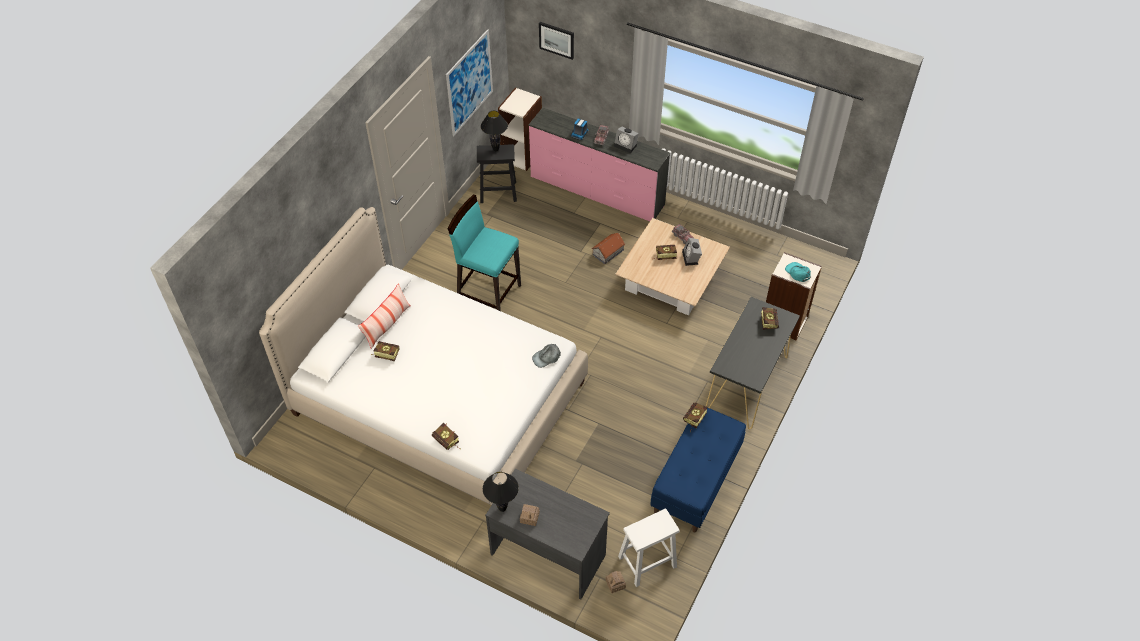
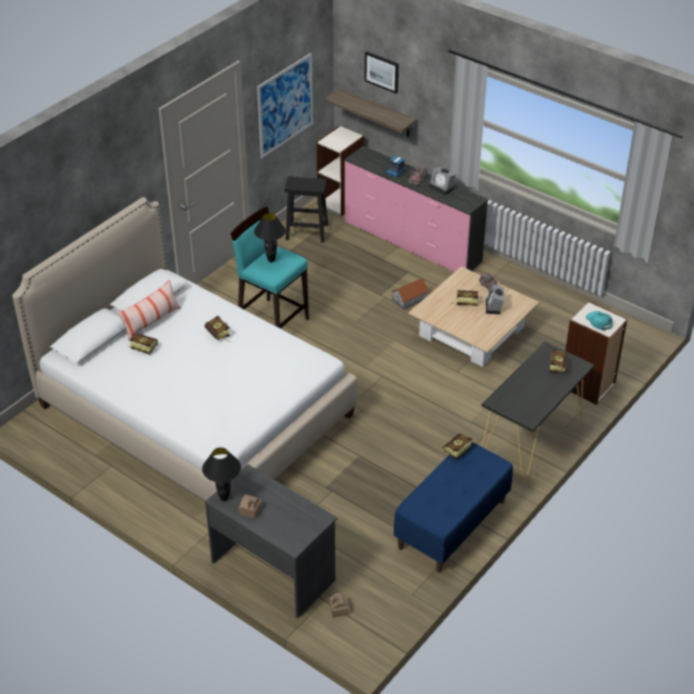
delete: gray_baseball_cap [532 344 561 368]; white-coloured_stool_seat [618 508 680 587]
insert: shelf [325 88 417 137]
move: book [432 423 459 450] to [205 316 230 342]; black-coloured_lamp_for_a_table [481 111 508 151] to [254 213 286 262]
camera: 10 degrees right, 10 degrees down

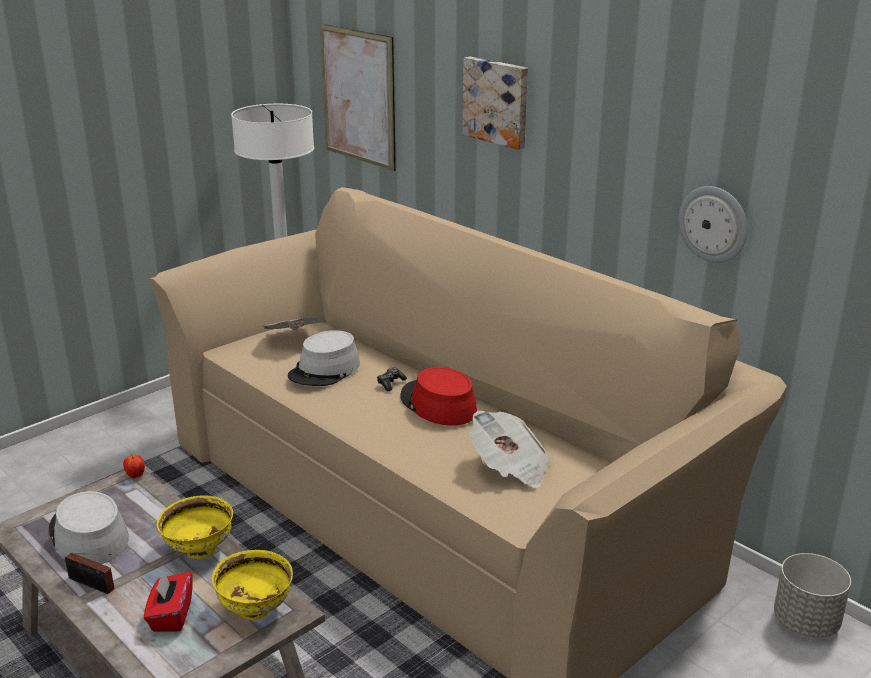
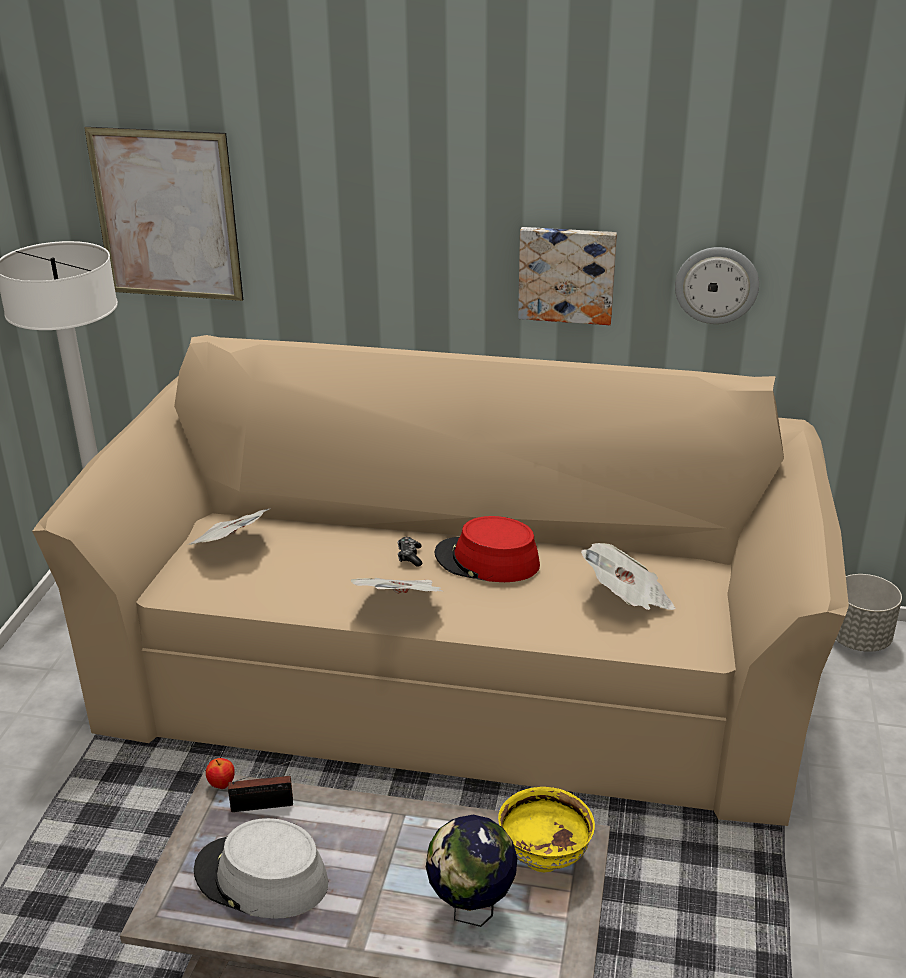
delete: yellowish_serving_bowl [157 495 233 559]; gray_clothing_hat [288 330 360 386]
insert: printed_paper [351 578 444 594]
move: radio_receiver [65 553 114 594] to [228 759 296 812]; picture [462 57 528 150] to [518 227 617 325]
replace: red_tissue_holder [144 571 192 632] to desk_globe [426 815 517 927]
camera: 35 degrees left, 5 degrees up

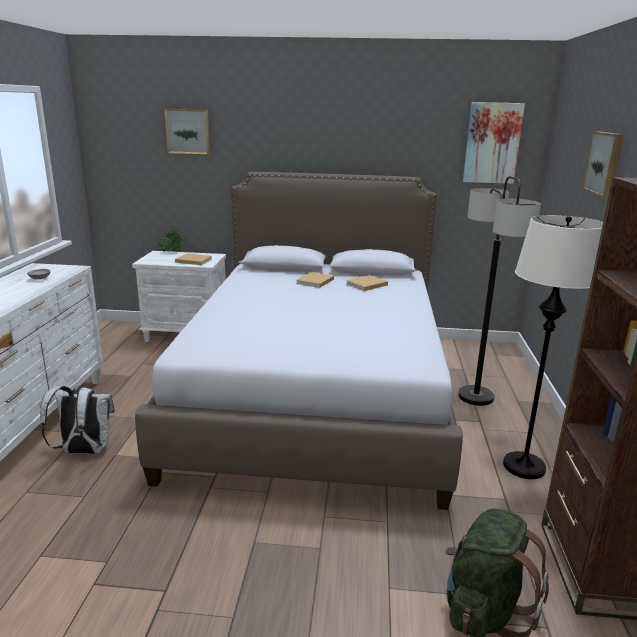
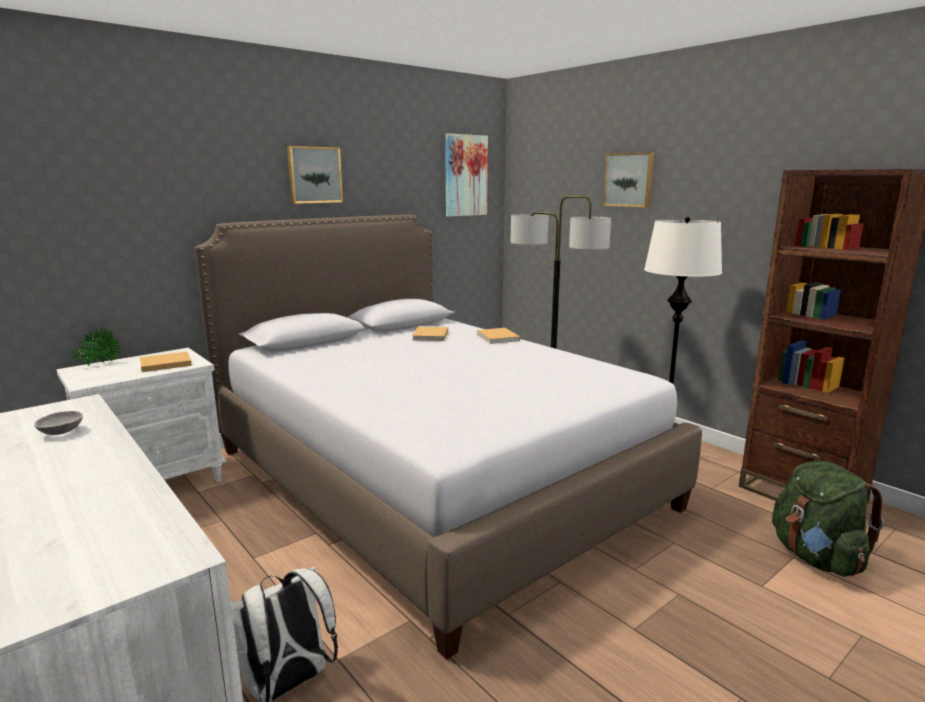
move: picture [165 109 210 154] to [287 146 343 204]; sand-coloured_book [296 272 334 288] to [476 328 520 344]
camera: 45 degrees left, 5 degrees down

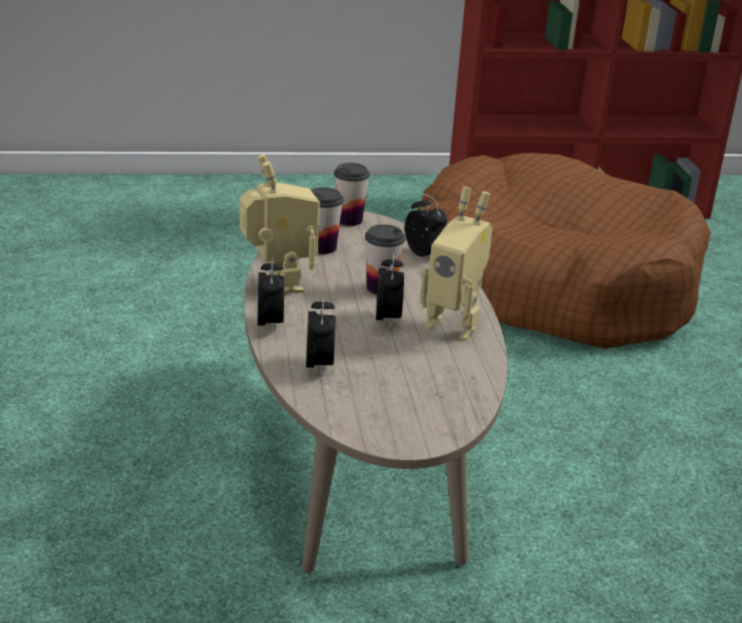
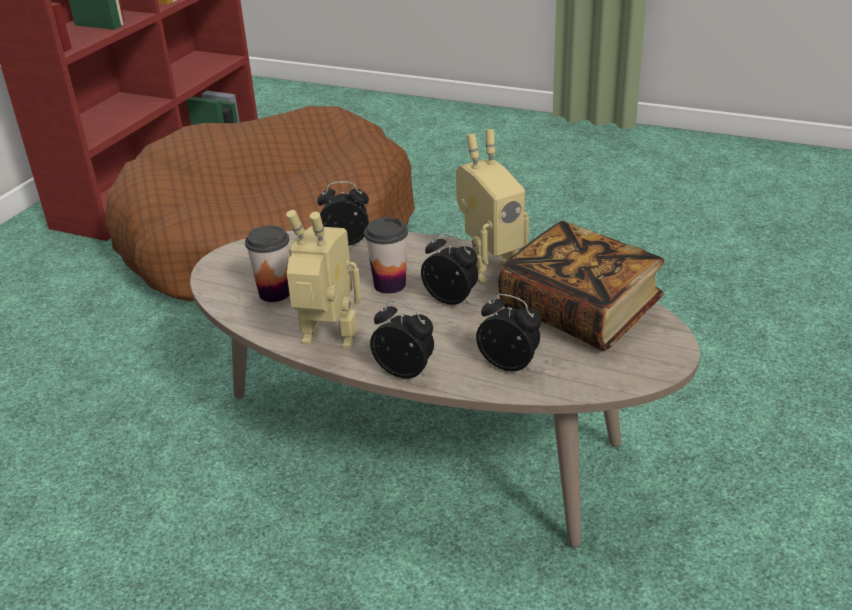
delete: small_cup [334 163 370 226]
insert: book [498 221 664 351]
camera: 55 degrees left, 5 degrees up

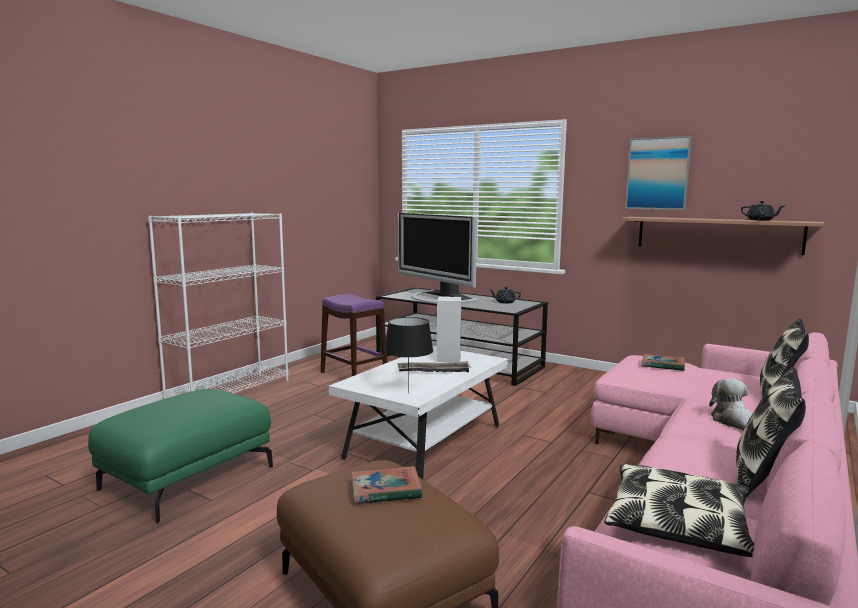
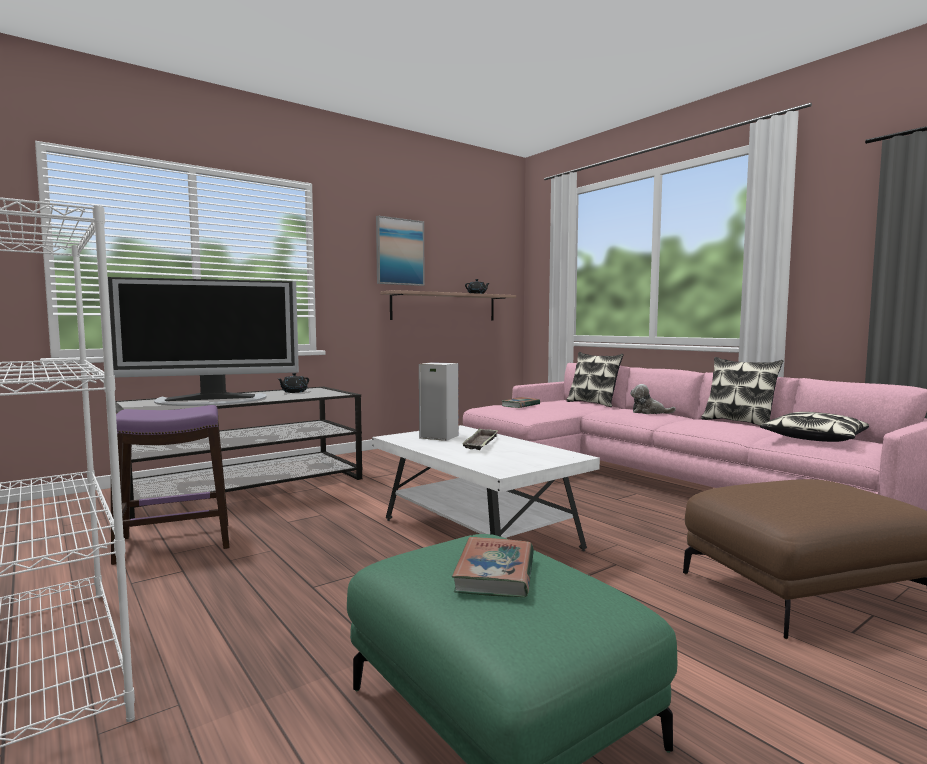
delete: black-coloured_lamp_for_a_table [384 317 433 393]
move: book [352 466 422 504] to [452 537 534 597]
camera: 70 degrees left, 5 degrees down

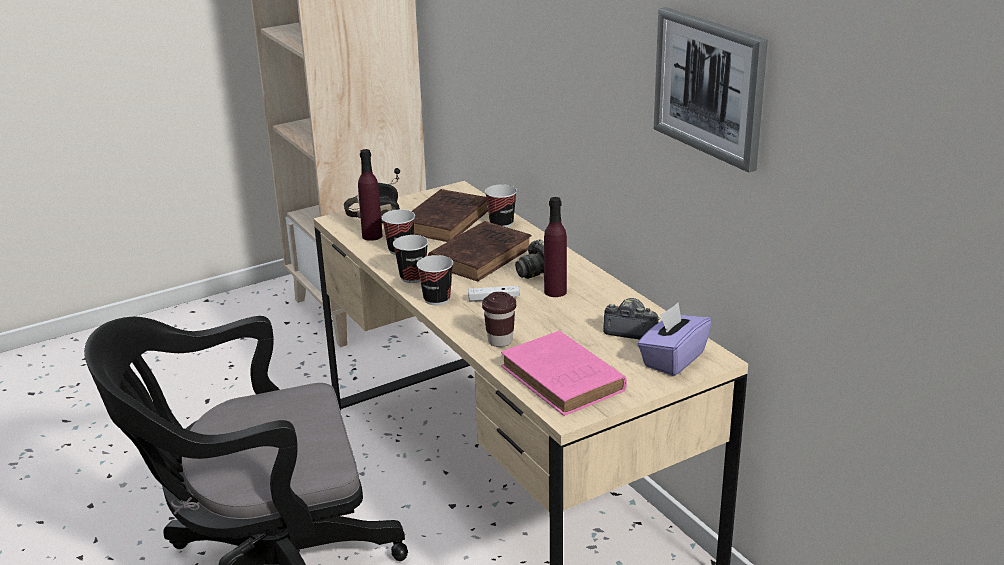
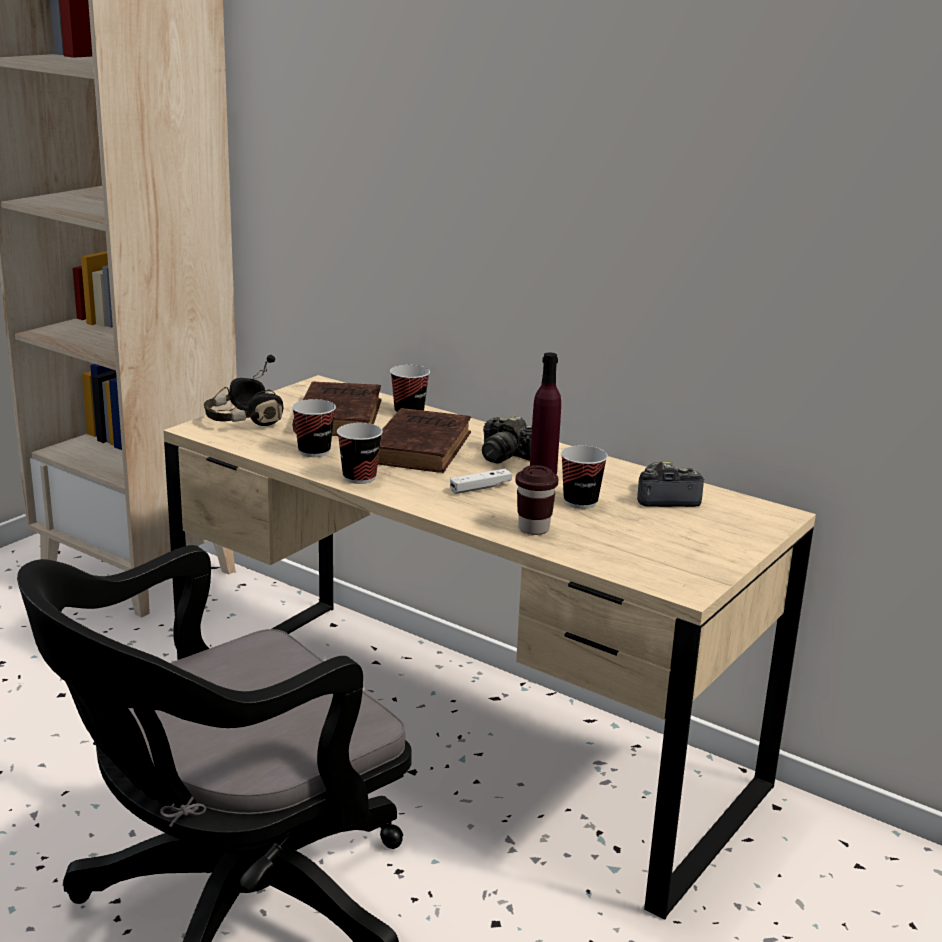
delete: purple_bottle [358 149 383 241]; pinkish_book [501 331 627 416]; purple_tissue_holder [637 303 712 376]; picture [654 7 768 173]
move: small_cup [417 255 453 305] to [561 446 608 509]
camera: 25 degrees left, 5 degrees down

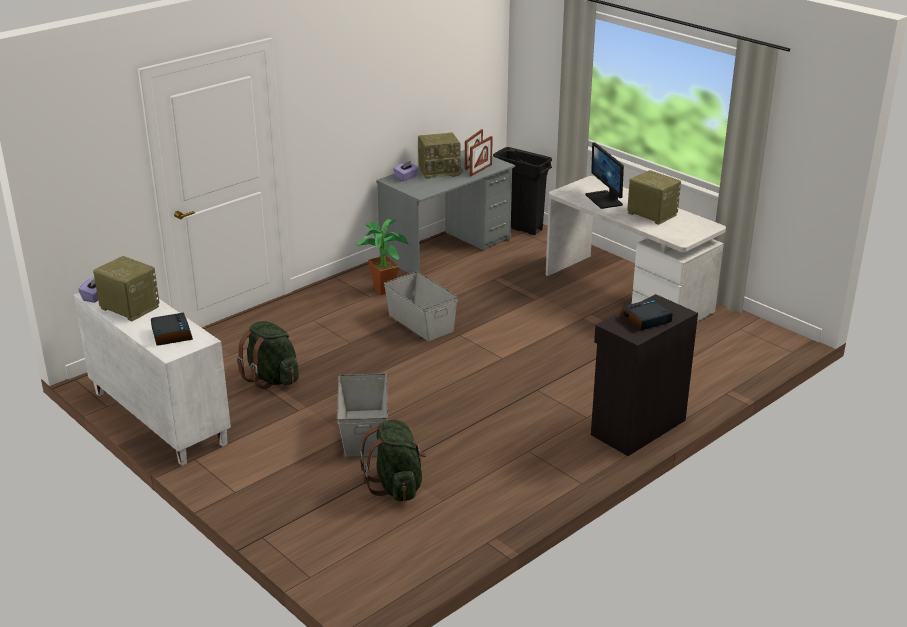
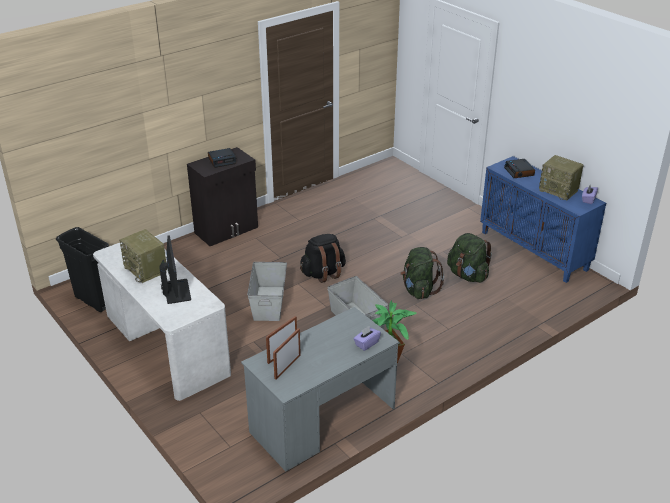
delete: radio_receiver [418 132 463 179]
insert: black-coloured_backpack [300 234 346 283]
move: black-coloured_trash_can [493 147 552 235] to [56 227 109 312]; gray_storage_box [337 373 388 457] to [247 262 287 321]; greenish_backpack [360 420 427 501] to [400 247 444 299]
recolor: white-coloured_cupboard [74 293 231 466] to blue_cupboard [480 156 606 283]
camera: 175 degrees left, 5 degrees up

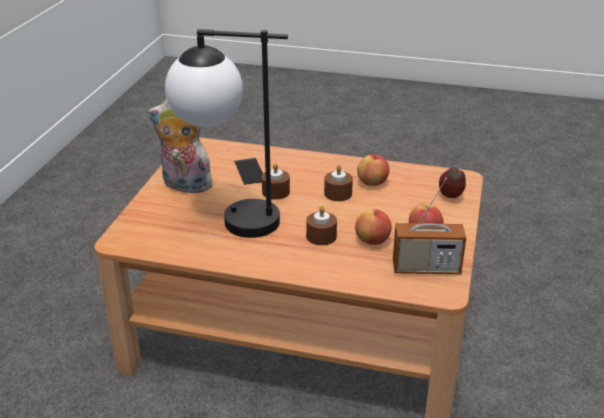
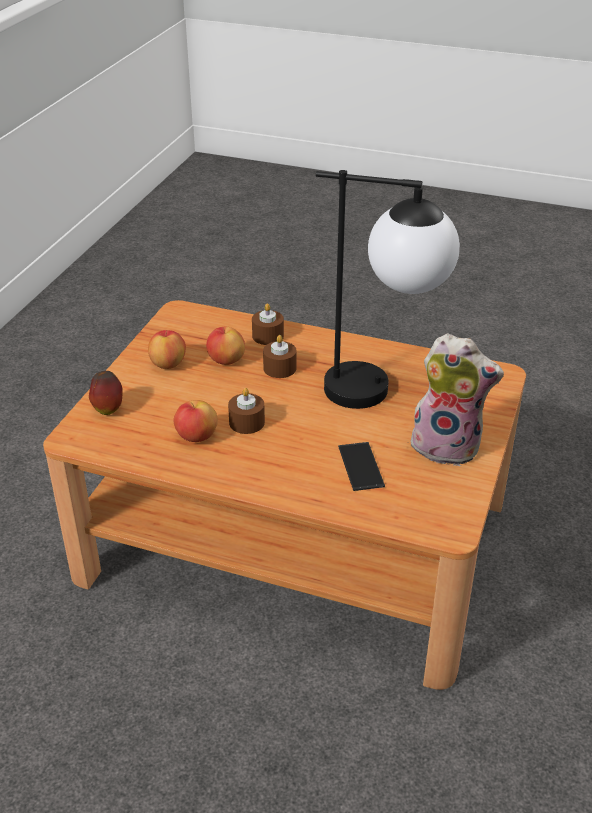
delete: radio_receiver [393 177 466 274]
move: brown-coloured_wax_candle [262 163 290 200] to [252 303 284 345]
camera: 175 degrees left, 5 degrees up

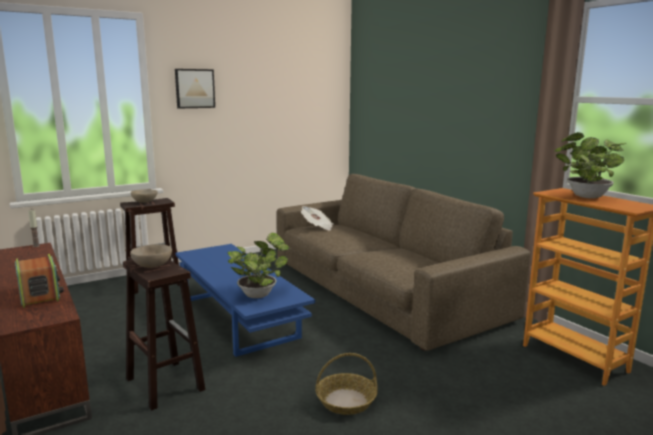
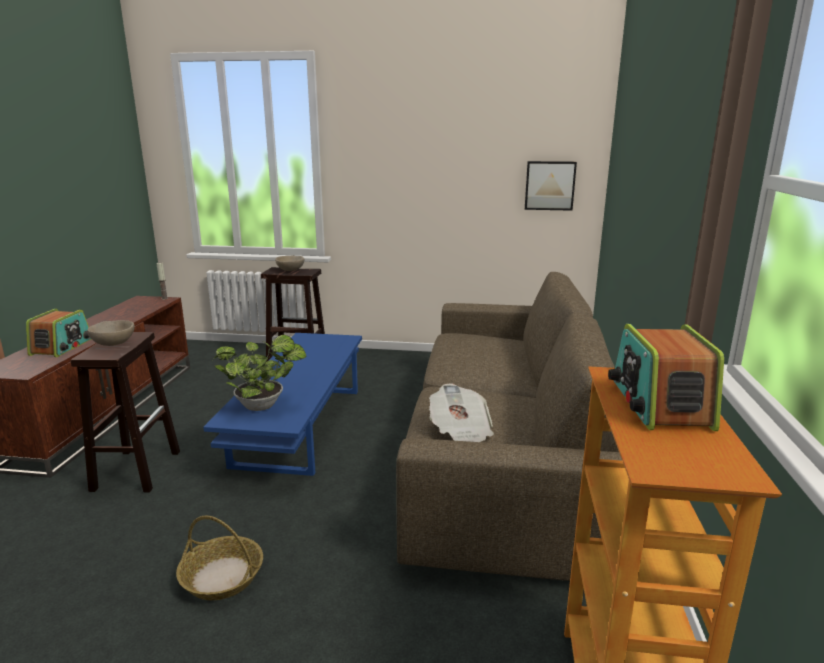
move: printed_paper [301 206 334 231] to [429 383 494 442]; picture [175 69 215 108] to [525 161 577 211]
replace: plant_in_a_pot [554 132 627 198] to radio_receiver [608 324 724 431]
camera: 40 degrees right, 5 degrees up

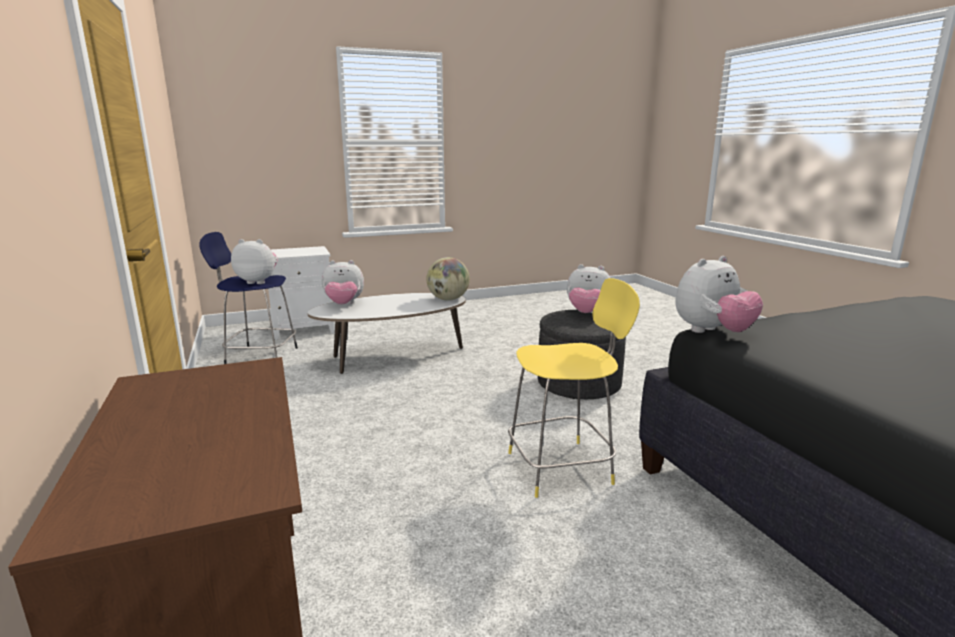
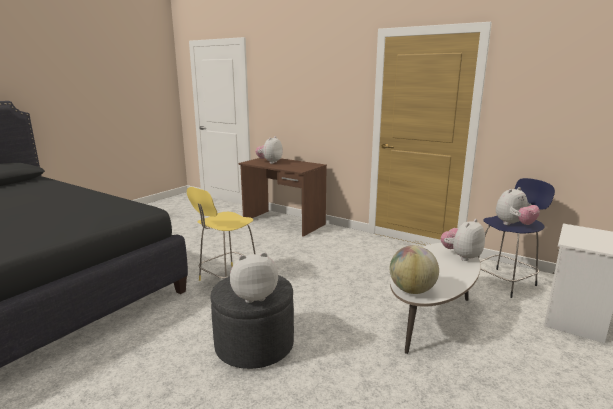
move: soft_toy [675 256 763 333] to [256 136 283 164]
camera: 145 degrees right, 0 degrees up

